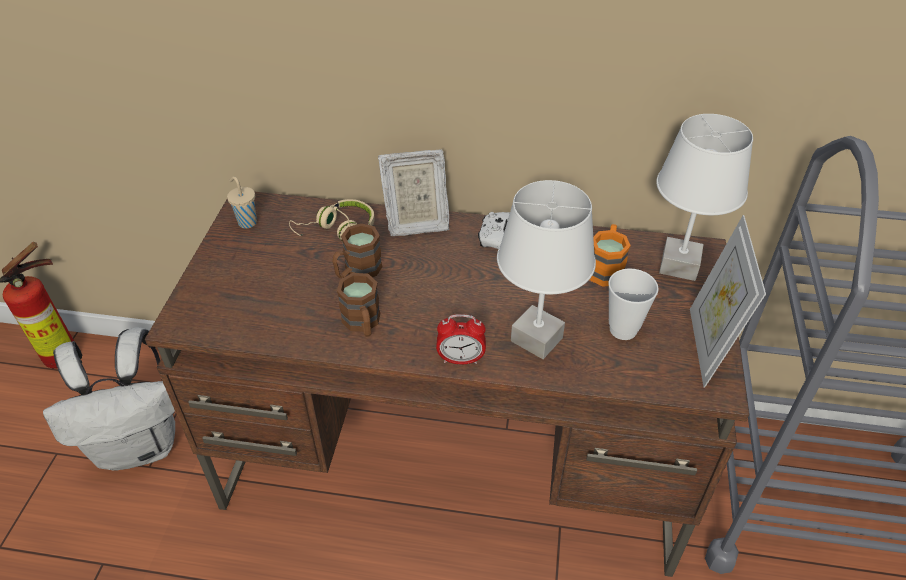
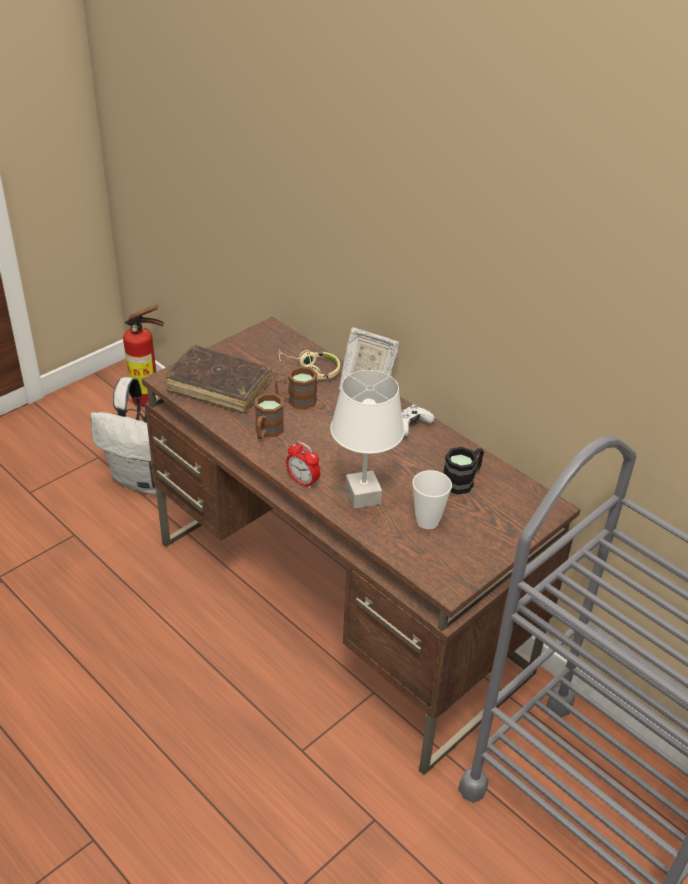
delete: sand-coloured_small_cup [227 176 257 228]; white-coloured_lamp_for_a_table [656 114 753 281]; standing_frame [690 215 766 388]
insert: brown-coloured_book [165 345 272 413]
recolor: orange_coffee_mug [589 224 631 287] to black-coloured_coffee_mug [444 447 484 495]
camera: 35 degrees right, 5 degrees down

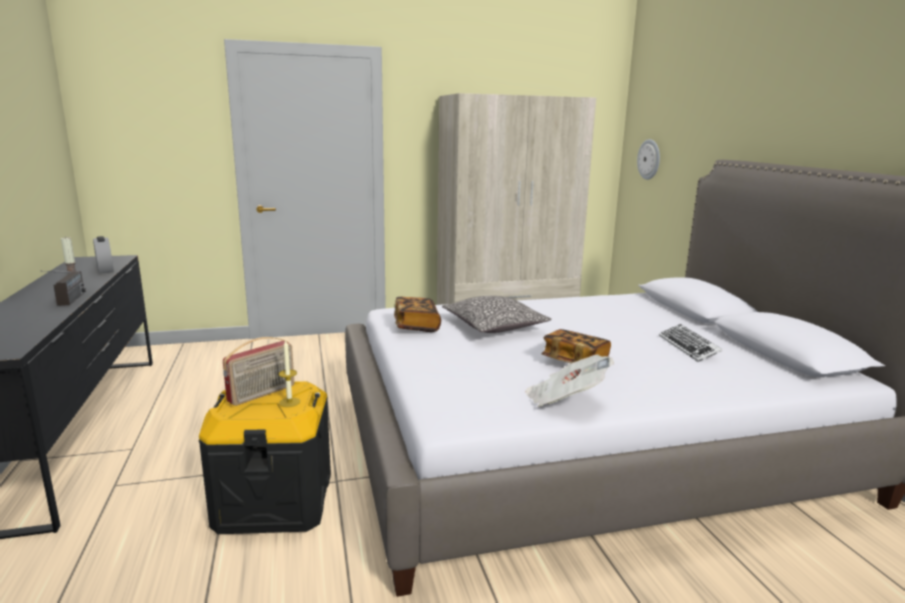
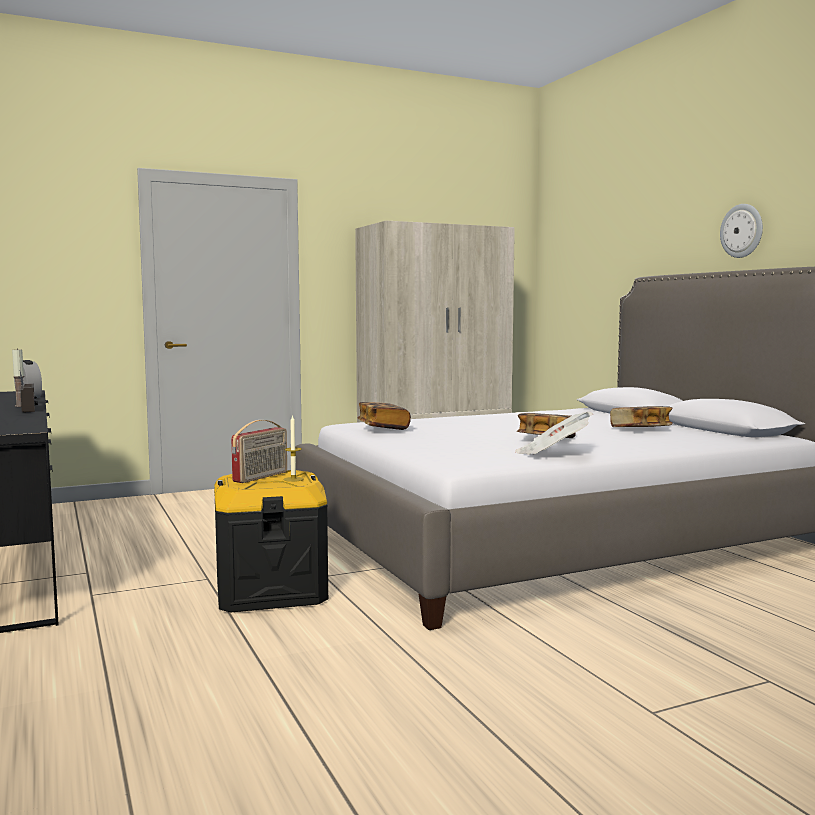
delete: pillow [442 296 552 333]
move: hanging_clock [637 139 660 180] to [720 204 763 258]
replace: keyboard [659 324 722 362] to book [610 406 673 427]
camera: 10 degrees left, 10 degrees down

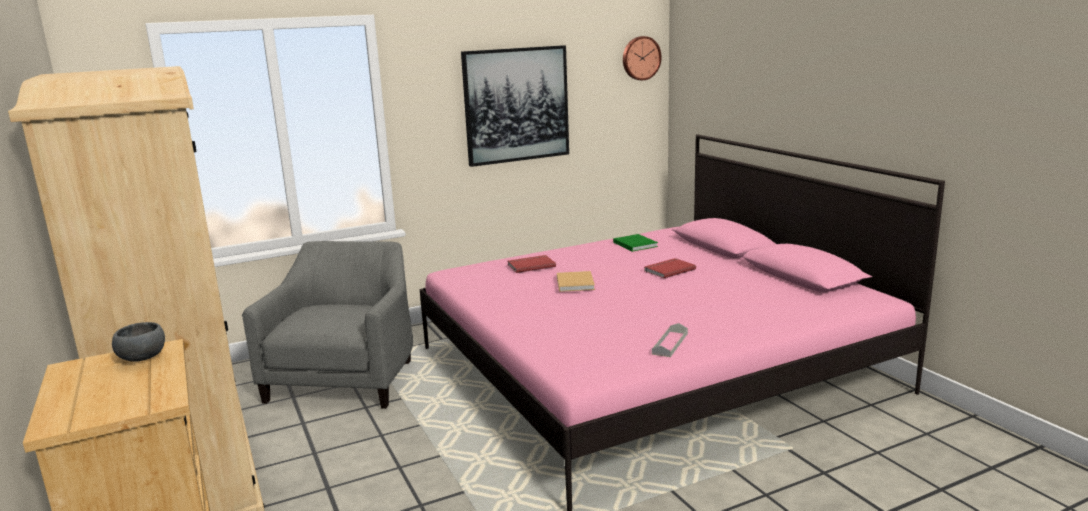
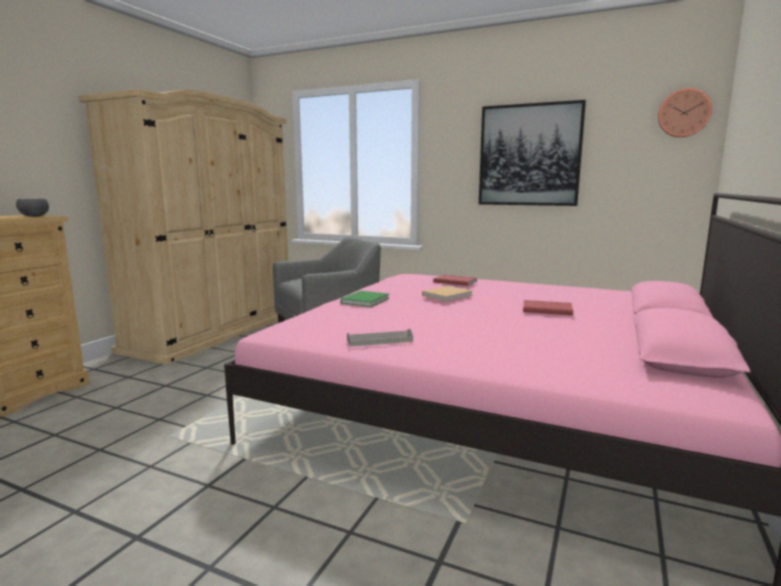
move: greenish_book [613 234 658 252] to [341 291 389 307]
camera: 50 degrees right, 5 degrees down

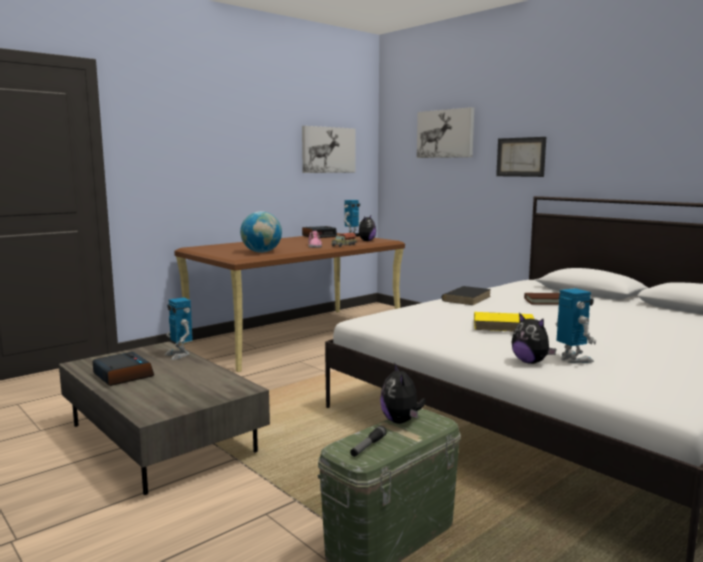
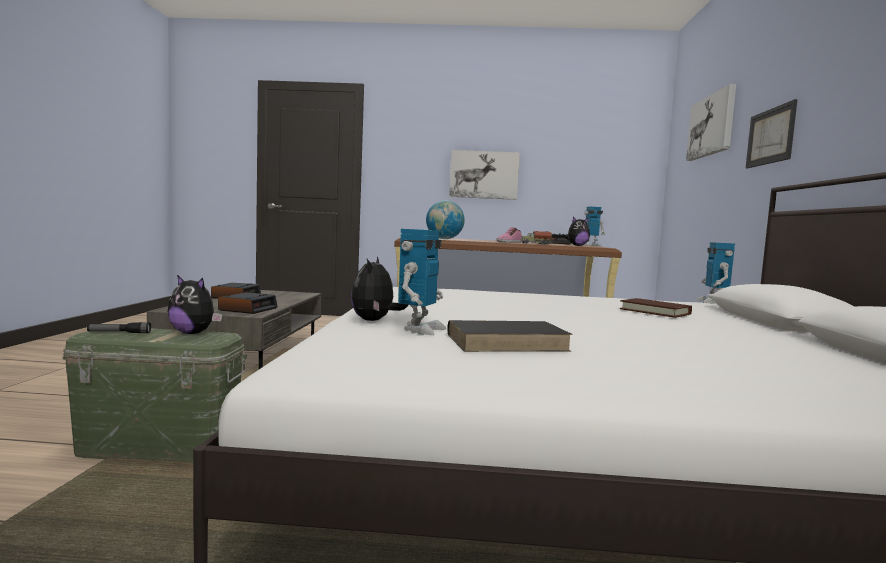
delete: yellowish_book [474 312 534 332]
insert: table_clock [218 292 277 314]
move: black-coloured_book [441 286 491 305] to [447 320 573 352]; picture [302 126 355 173] to [449 150 520 200]; robot_figure [165 298 193 360] to [696 242 735 303]
rotate: soft_toy [380 362 426 424] = [167 275 222 334] 105 degrees counterclockwise
camera: 45 degrees right, 5 degrees down

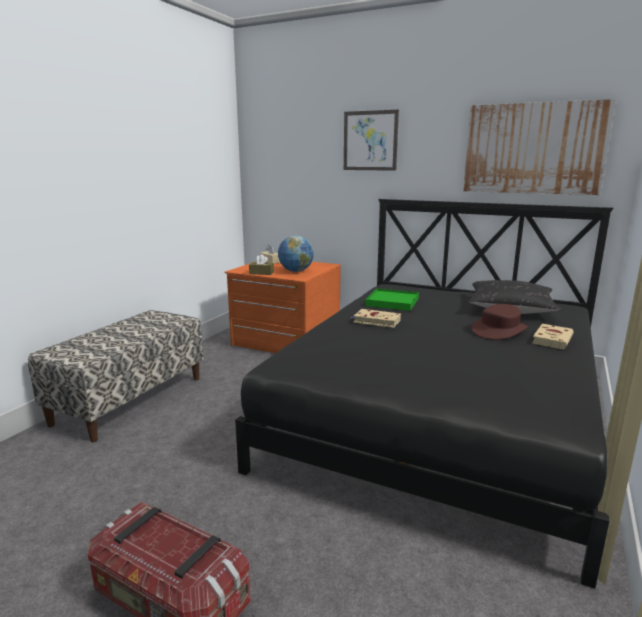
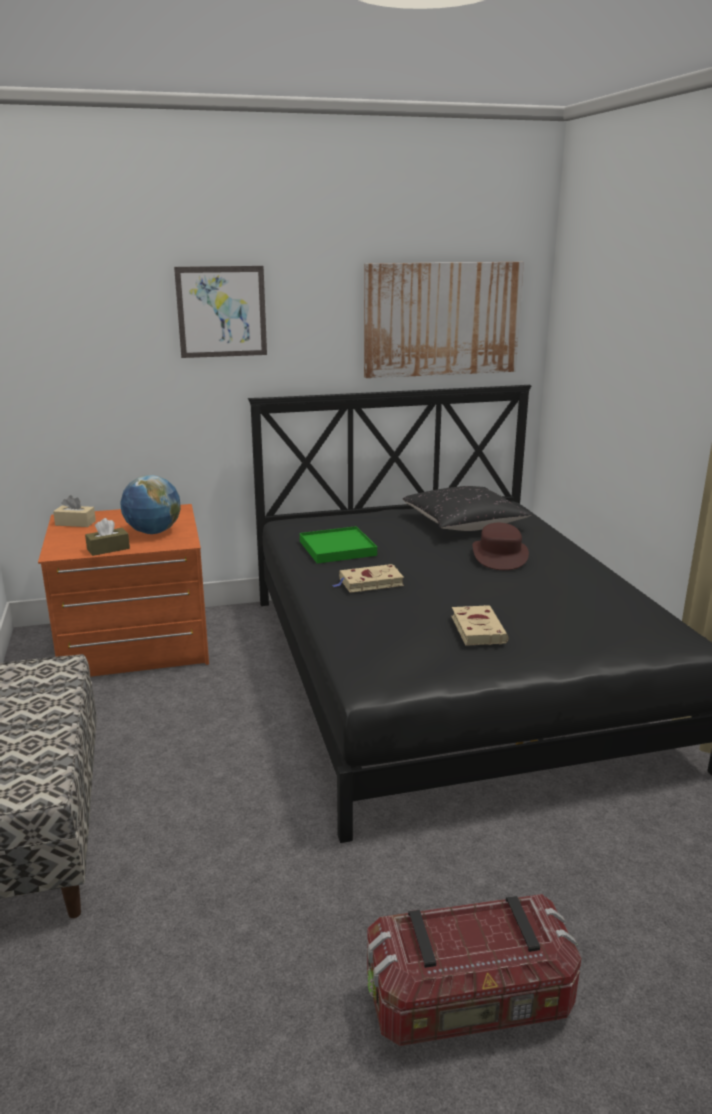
move: sand-coloured_book [532 324 574 349] to [451 605 509 646]
camera: 40 degrees left, 5 degrees up

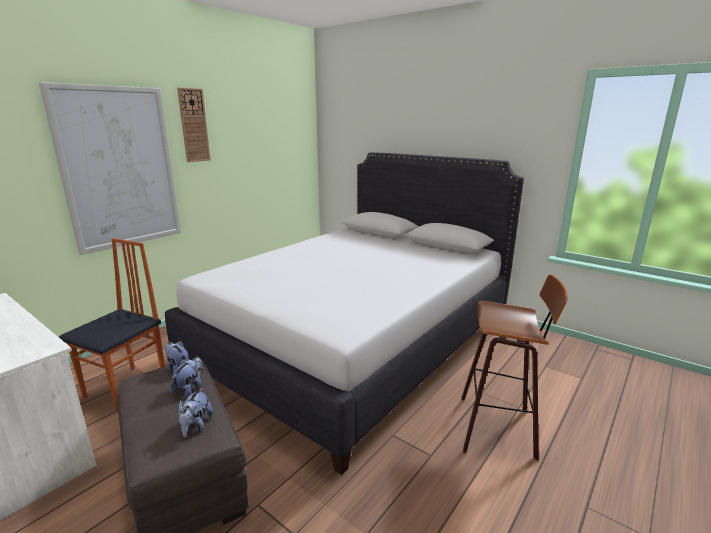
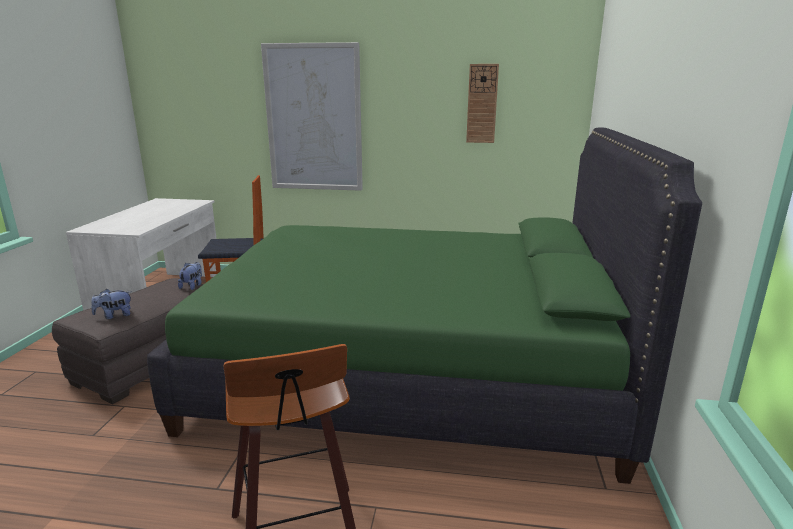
delete: soft_toy [171 357 203 397]
move: hanging_clock [177 88 211 162] to [466 64 499 143]
recolor: white-coloured_bedroom_bed [165 152 524 475] to greenish_bedroom_bed [147 128 702 484]
camera: 60 degrees right, 0 degrees up

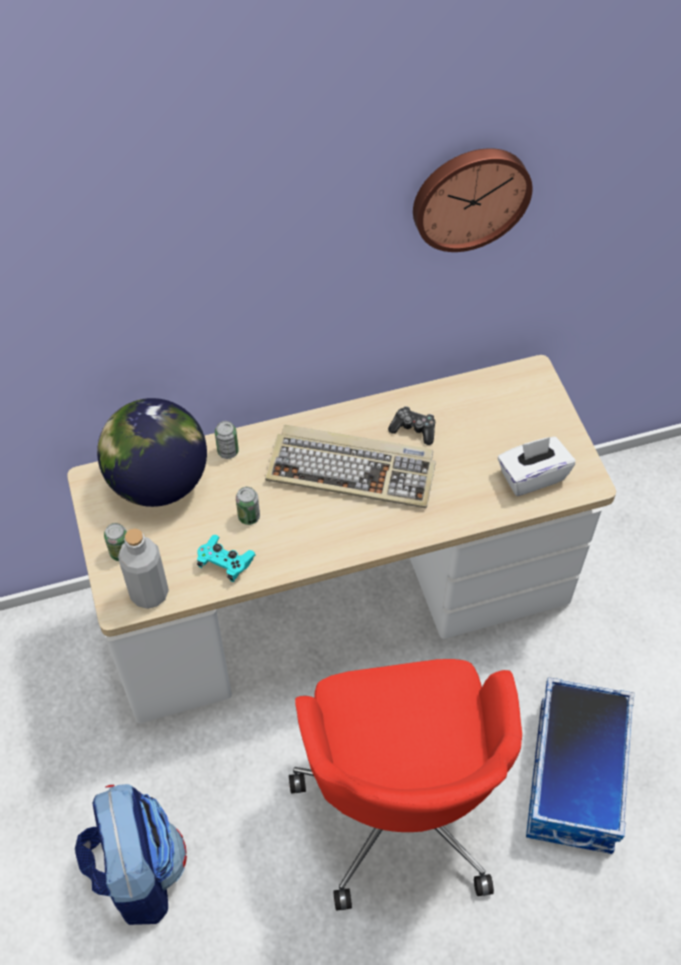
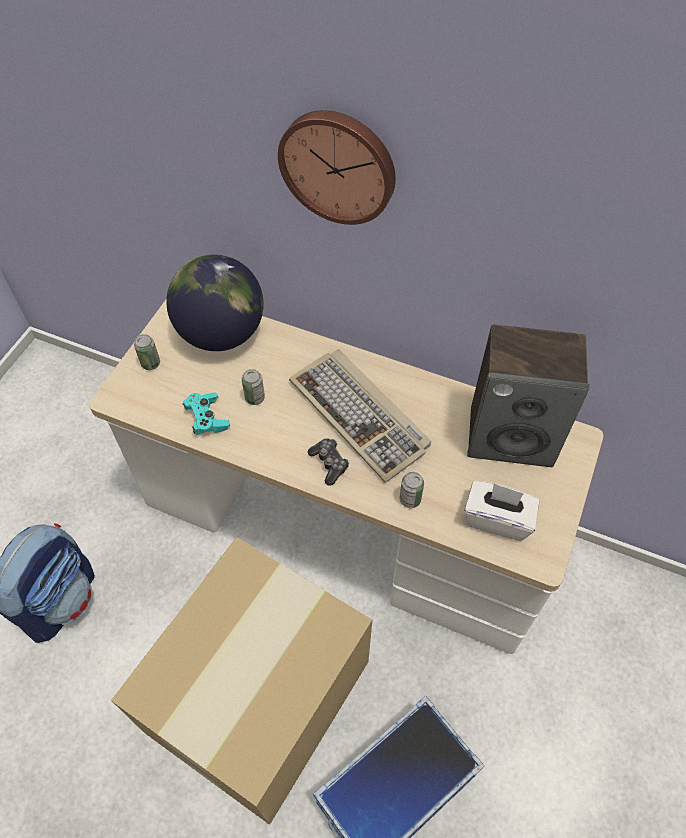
delete: gray_bottle [118 528 169 609]
insert: speaker [467 325 589 467]
move: hanging_clock [413 148 533 252] to [278 110 396 225]; gamepad [388 406 435 445] to [308 438 349 486]; can [215 421 239 459] to [400 472 424 508]
replace: red_office_chair [289 659 522 911] to carton [111 537 373 825]
camera: 40 degrees right, 0 degrees up

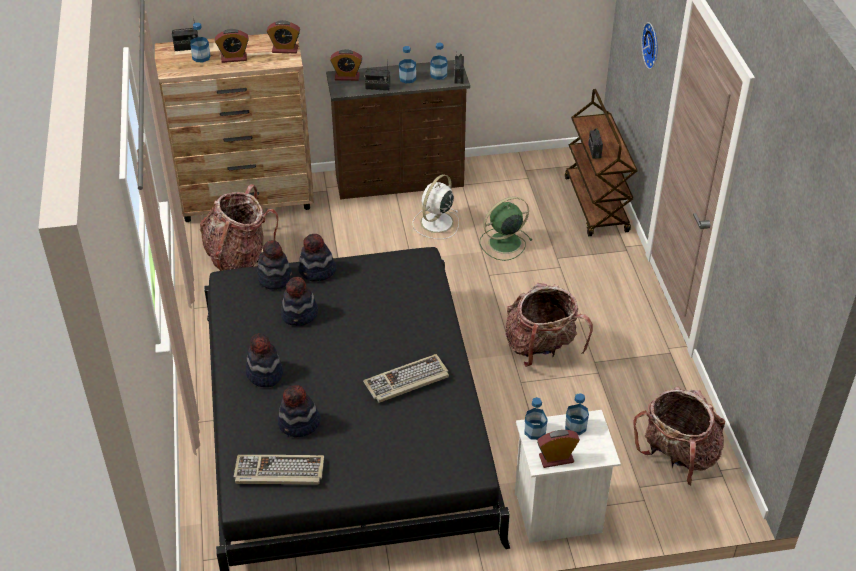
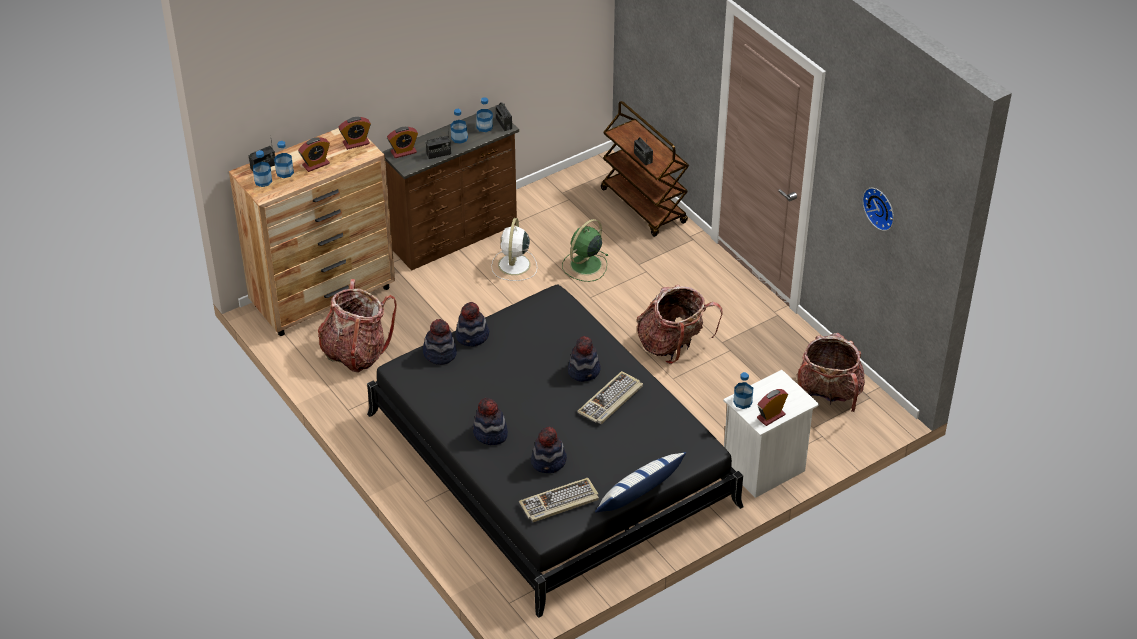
insert: pillow [595 452 686 513]
move: bottle [565 393 589 435] to [253 150 272 187]; clothing_hat [281 276 318 326] to [568 336 601 382]; hanging_clock [641 22 658 69] to [862 188 894 231]
camera: 25 degrees left, 0 degrees up

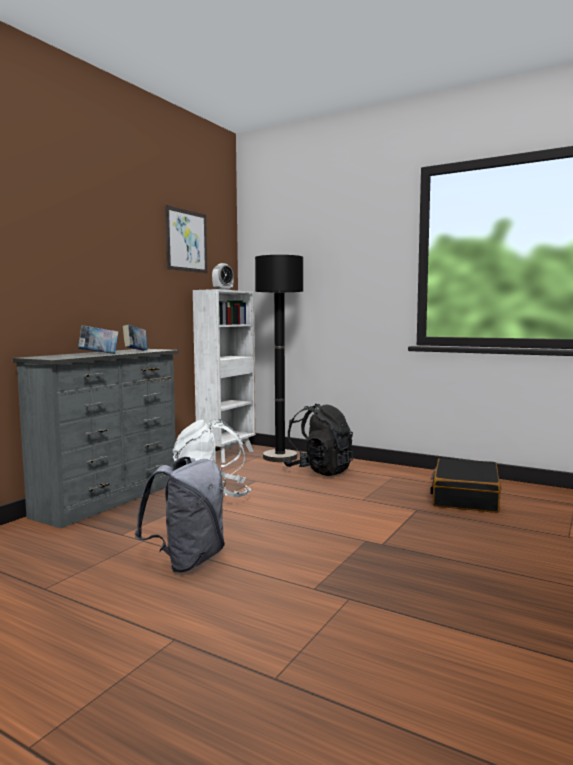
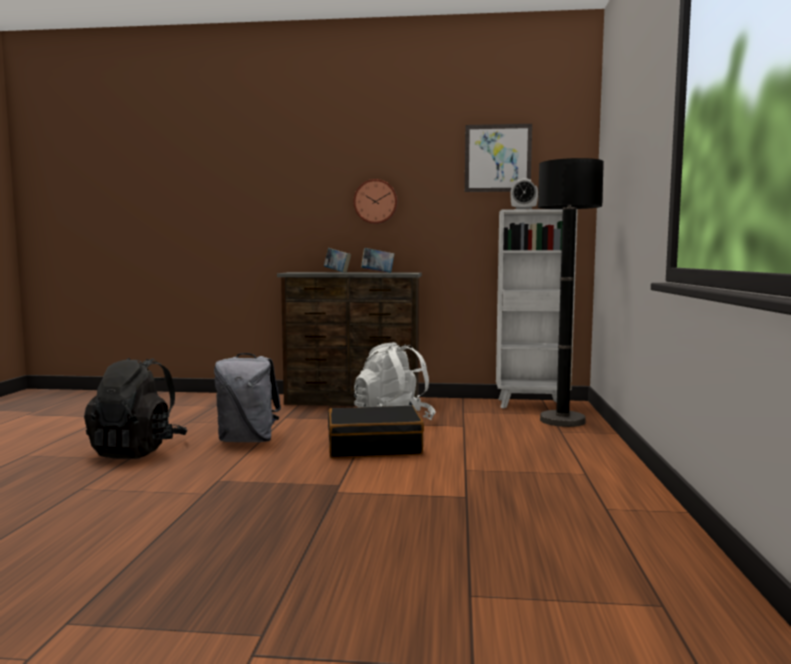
insert: hanging_clock [353 179 398 224]
move: black-coloured_backpack [283 404 353 476] to [84 358 188 459]; black-coloured_suitcase [430 458 501 513] to [328 405 424 458]
recolor: gray_dresser [13 349 179 529] to brown-coloured_dresser [277 272 422 406]
camera: 65 degrees right, 0 degrees up

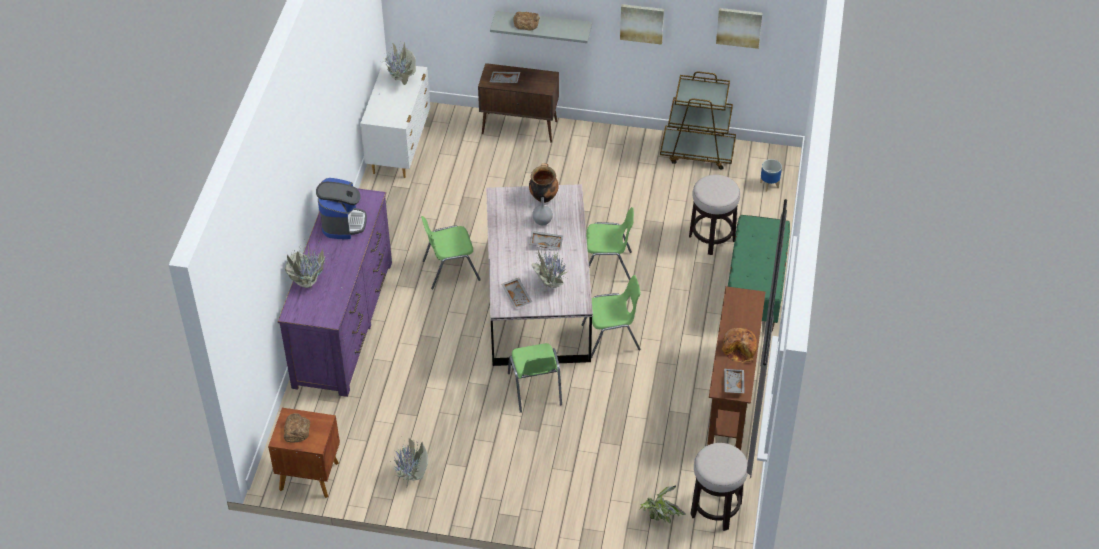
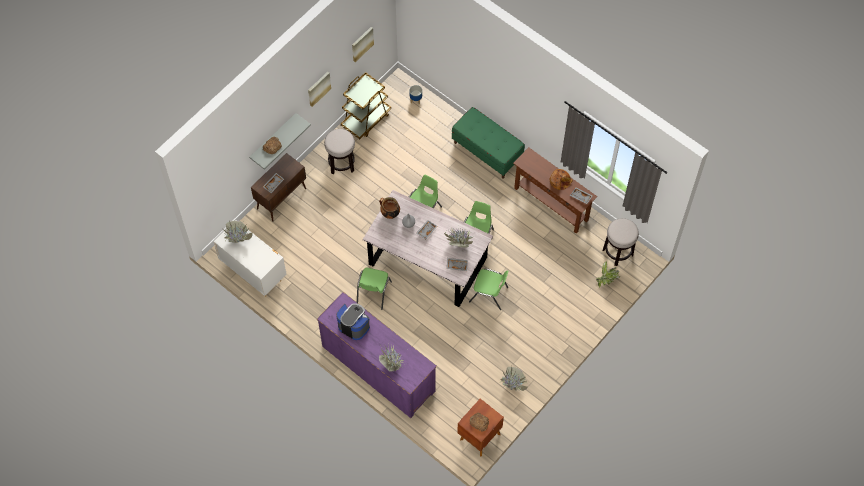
move: stool_seat [689 175 740 255] to [324 129 355 175]
camera: 60 degrees left, 15 degrees up

